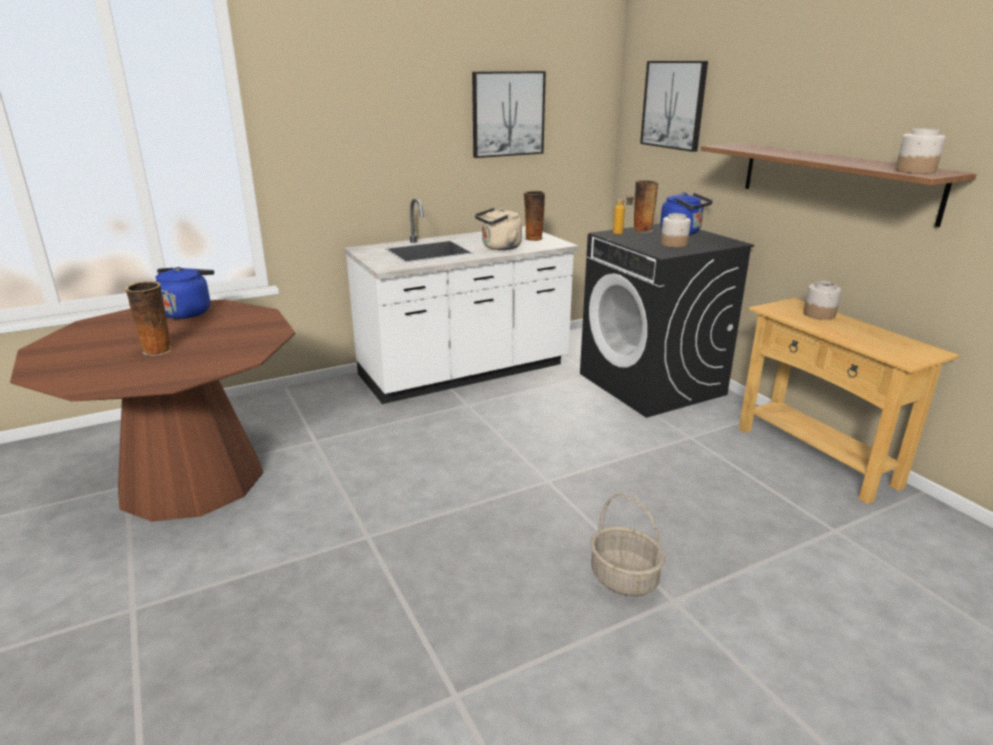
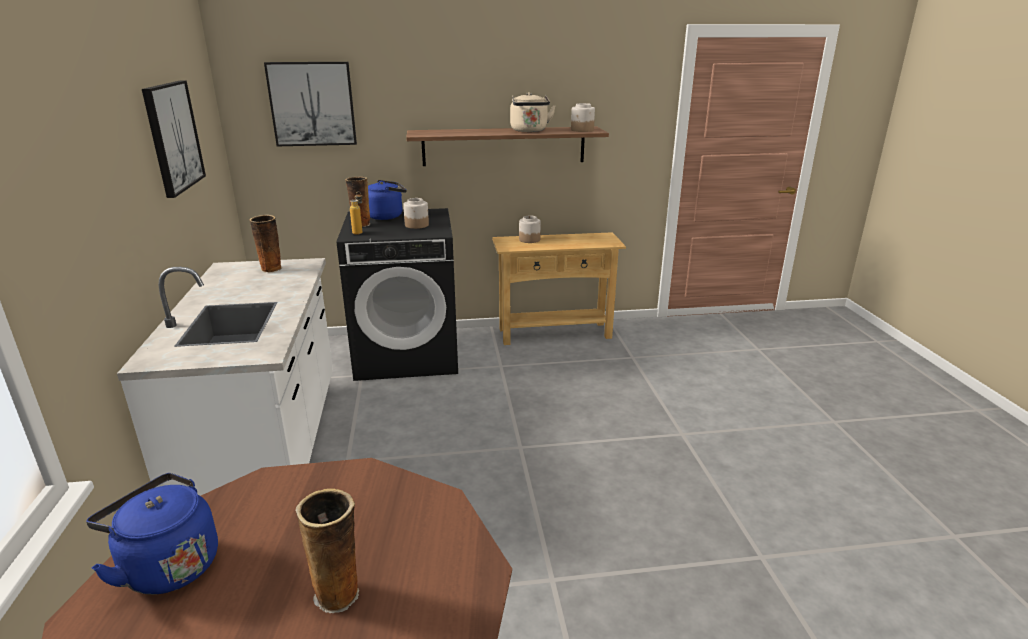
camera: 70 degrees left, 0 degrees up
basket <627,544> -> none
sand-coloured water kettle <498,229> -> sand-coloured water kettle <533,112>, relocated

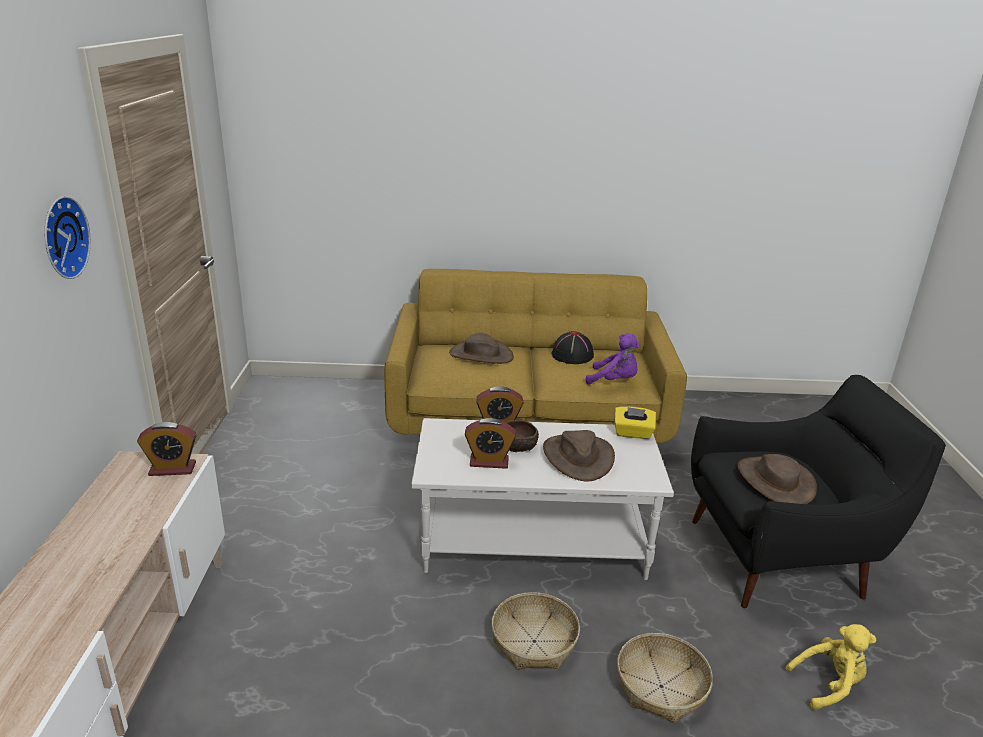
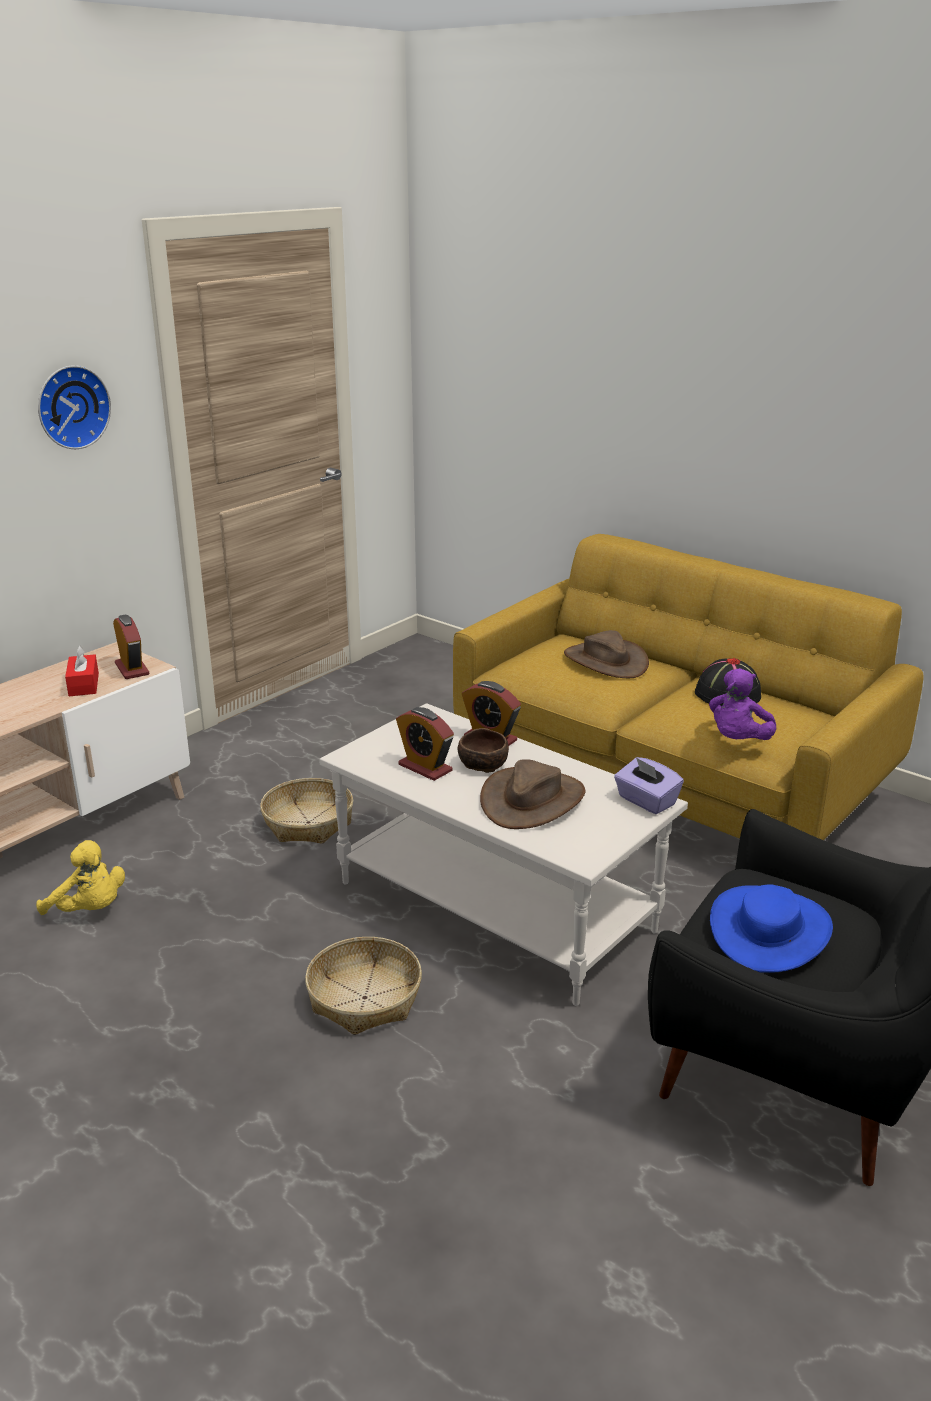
camera: 40 degrees right, 0 degrees up
none -> red tissue holder <82,671>
basket <665,678> -> basket <306,811>, relocated
yellowish cuddly toy <831,667> -> yellowish cuddly toy <80,877>, relocated
yellowish tissue holder <635,422> -> purple tissue holder <649,785>
brownish hat <777,479> -> blue-coloured hat <771,928>
bedside clock <167,449> -> bedside clock <131,647>, 150 degrees counterclockwise
purple cuddly toy <613,359> -> purple cuddly toy <742,704>, 60 degrees clockwise

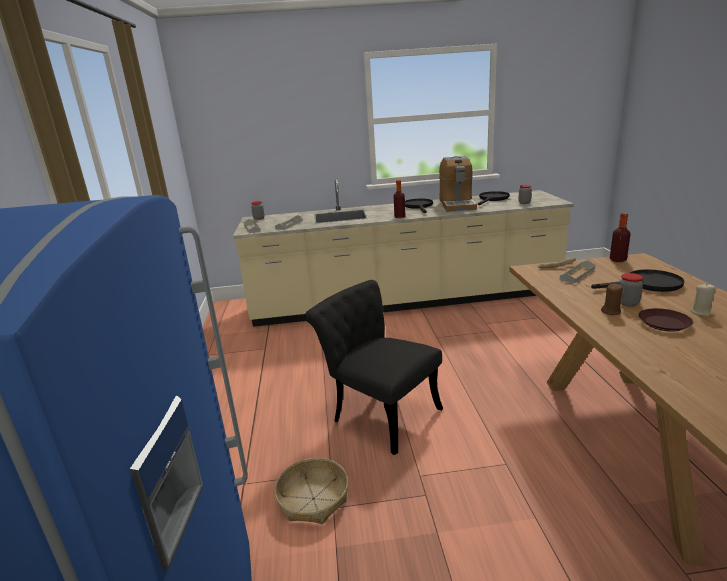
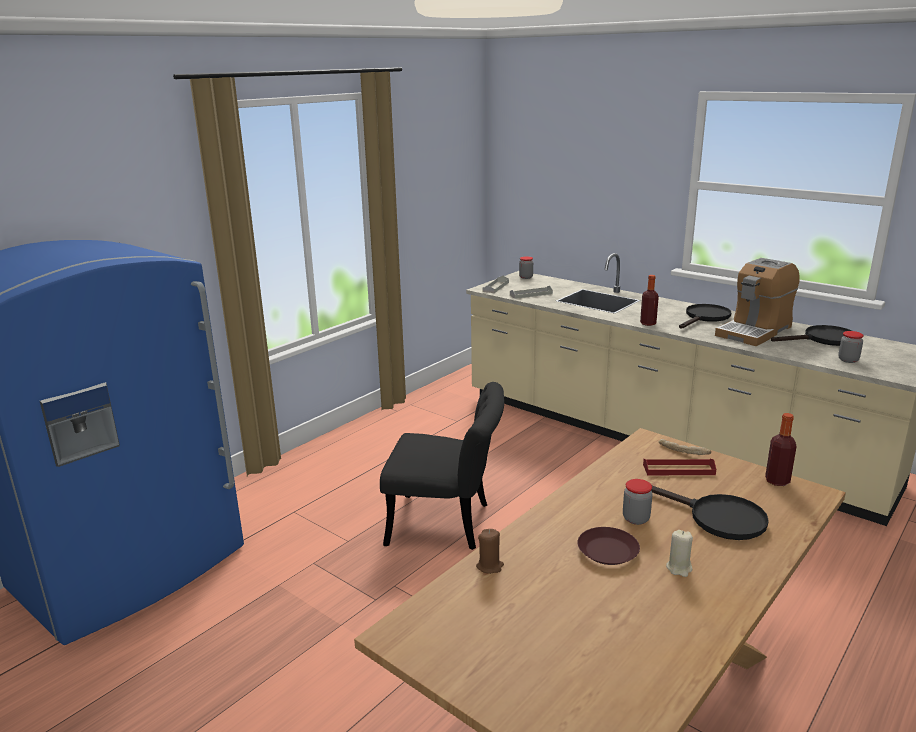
camera: 45 degrees right, 0 degrees up
basket <311,491> -> none
brownish wax light <612,299> -> brownish wax light <490,551>, relocated
greyish serving tray <577,272> -> red serving tray <679,467>
black chair <374,367> -> black chair <442,466>, 105 degrees clockwise

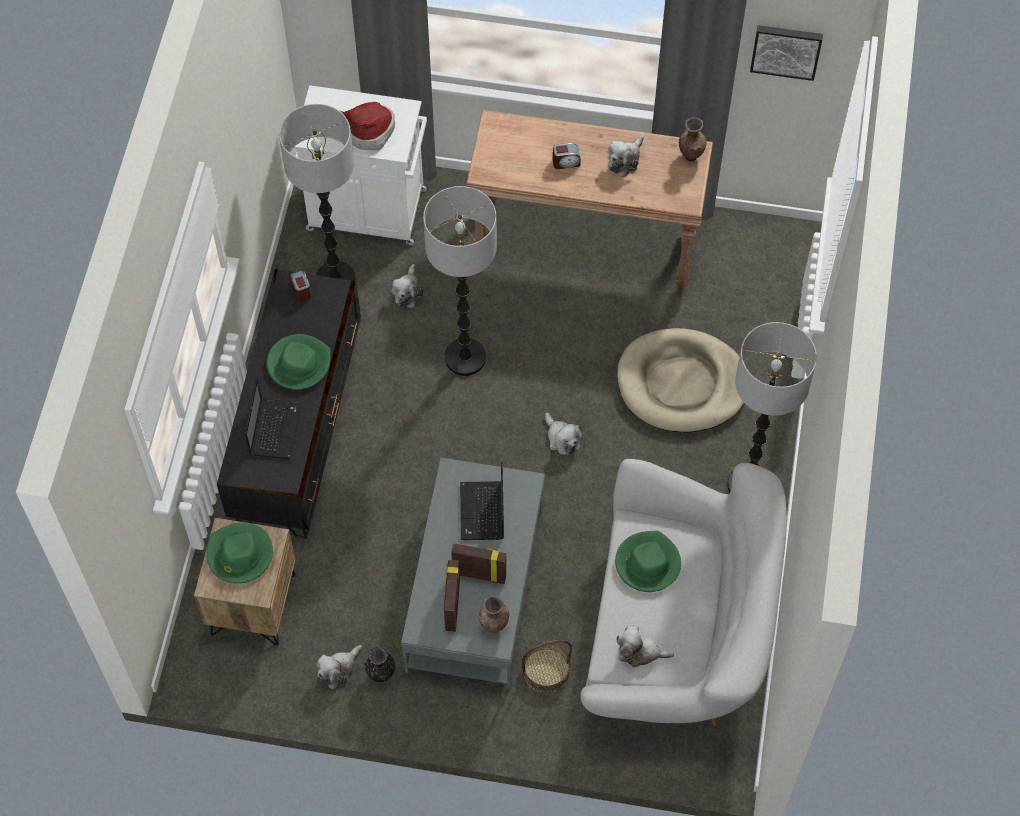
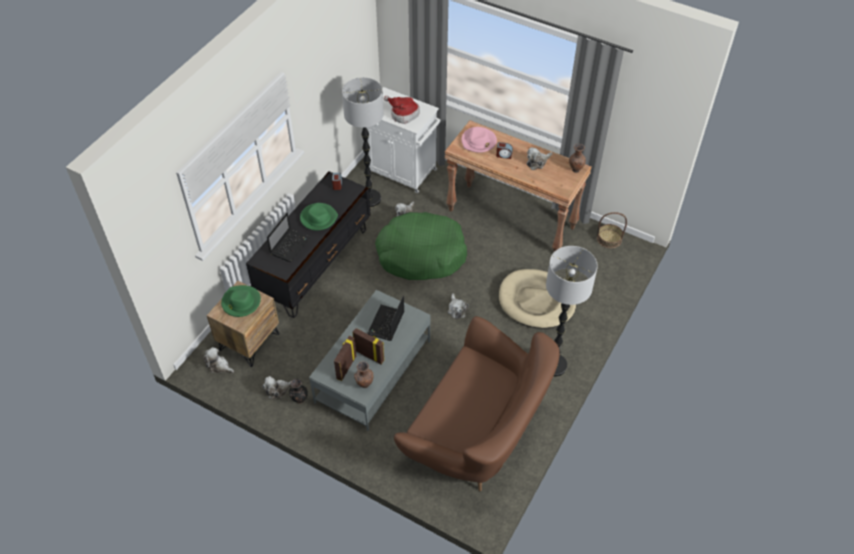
camera: 20 degrees right, 10 degrees down
green hat <648,561> -> none
wall picture <786,53> -> none
none -> pink-coloured hat <479,140>
basket <547,666> -> basket <612,230>, relocated
cuddly toy <645,647> -> cuddly toy <218,360>, relocated
standing lamp <460,281> -> green dog cushion <421,246>
white-coloured sofa <684,592> -> brownish sofa <477,403>

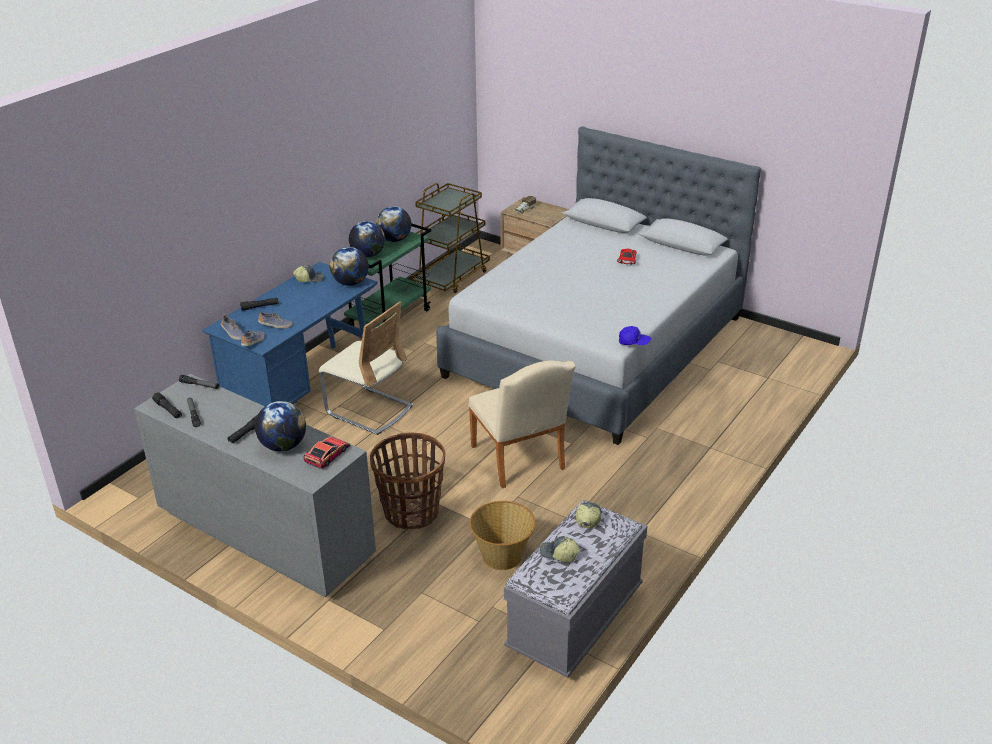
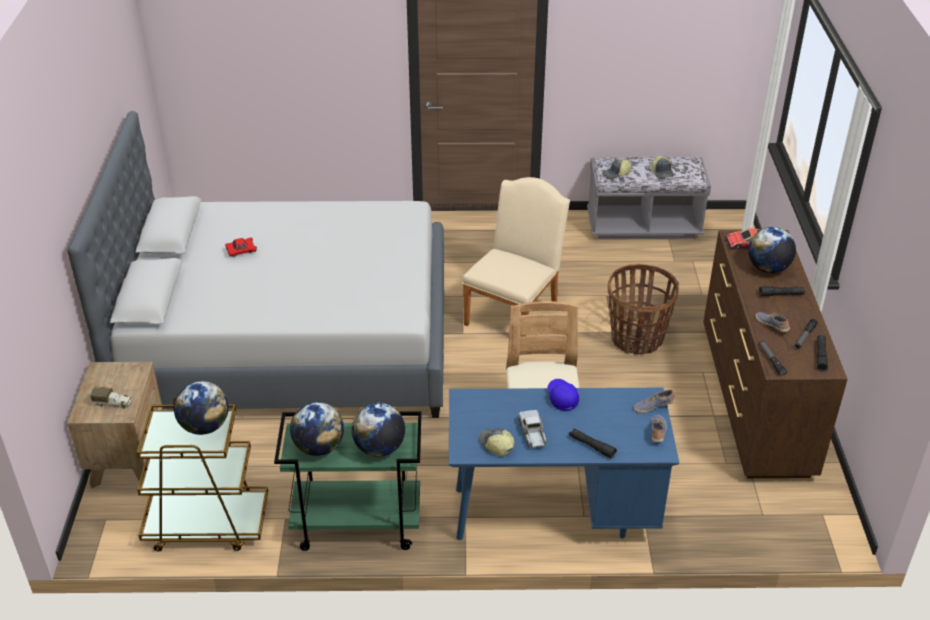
camera: 125 degrees left, 5 degrees up
basket <502,535> -> none
none -> toy truck <532,429>
low shoe <275,320> -> low shoe <772,322>, relocated
desk globe <349,266> -> desk globe <201,408>, relocated
blue-coloured cap <635,335> -> blue-coloured cap <563,395>, relocated
greyish drawer chest <255,485> -> brownish drawer chest <775,354>

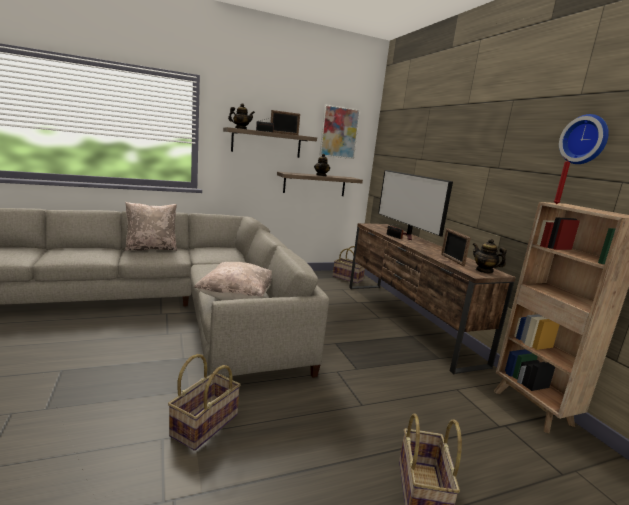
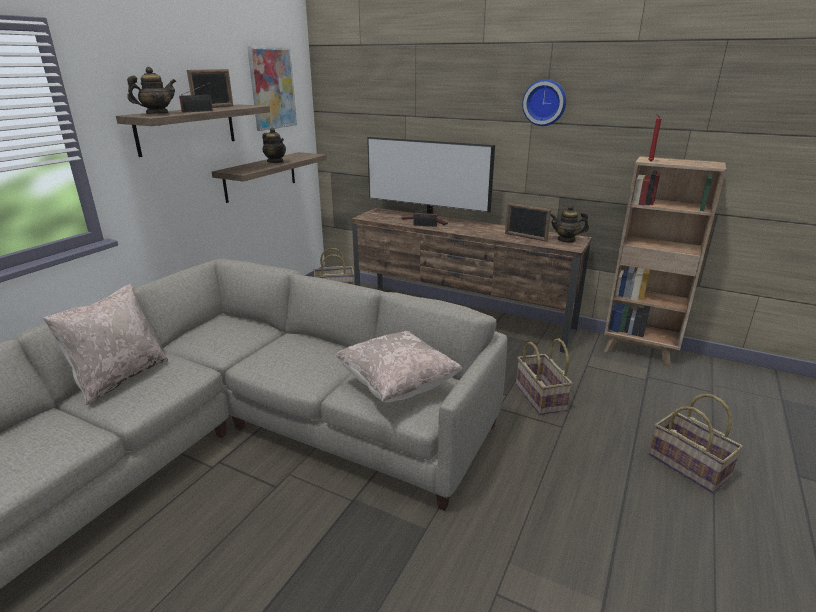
camera: 40 degrees left, 10 degrees up
basket <204,402> -> basket <544,376>, relocated
clock on the wall <584,139> -> clock on the wall <544,102>, relocated

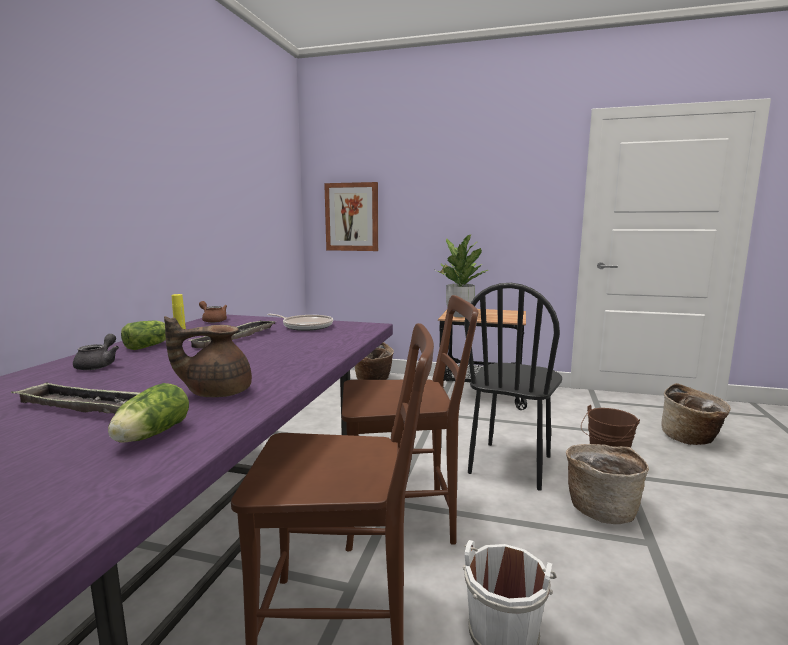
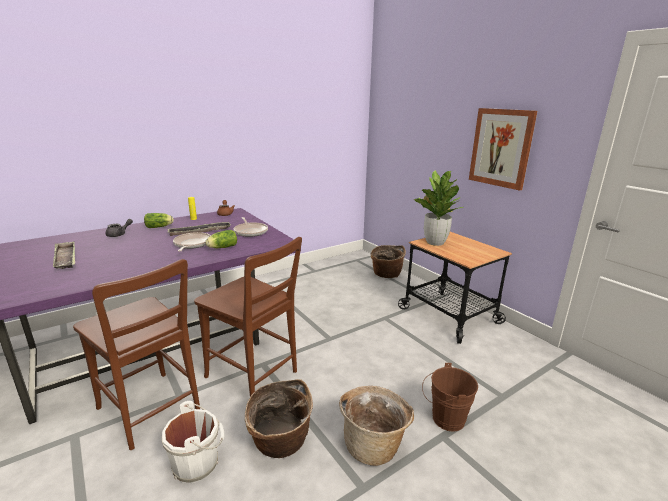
camera: 40 degrees right, 10 degrees up
brownish teapot <208,356> -> none
black chair <513,387> -> none
none -> skillet <192,242>
lettuce head <148,413> -> lettuce head <221,239>, relocated
wall picture <351,216> -> wall picture <503,149>, relocated
basket <696,414> -> basket <279,418>, relocated

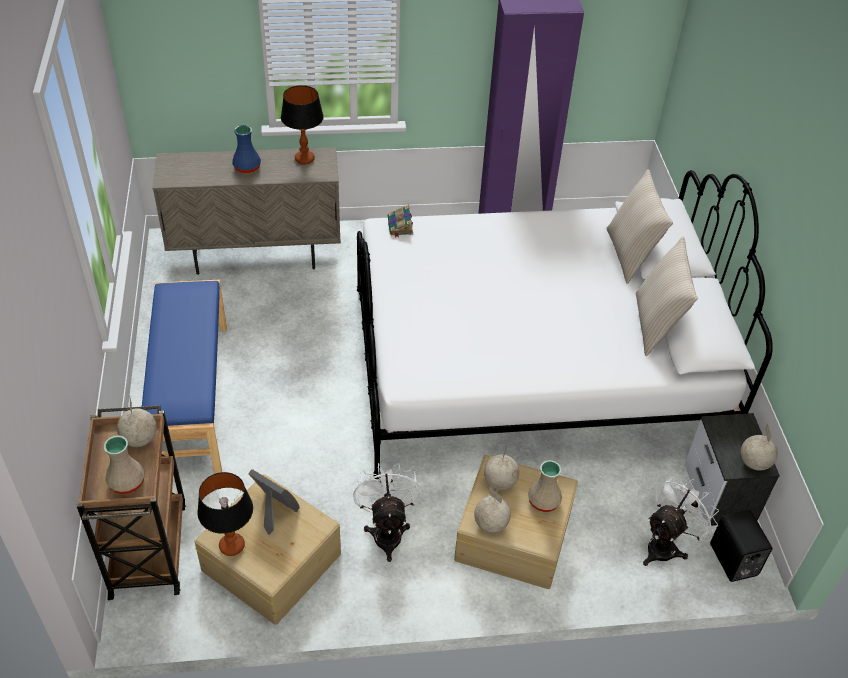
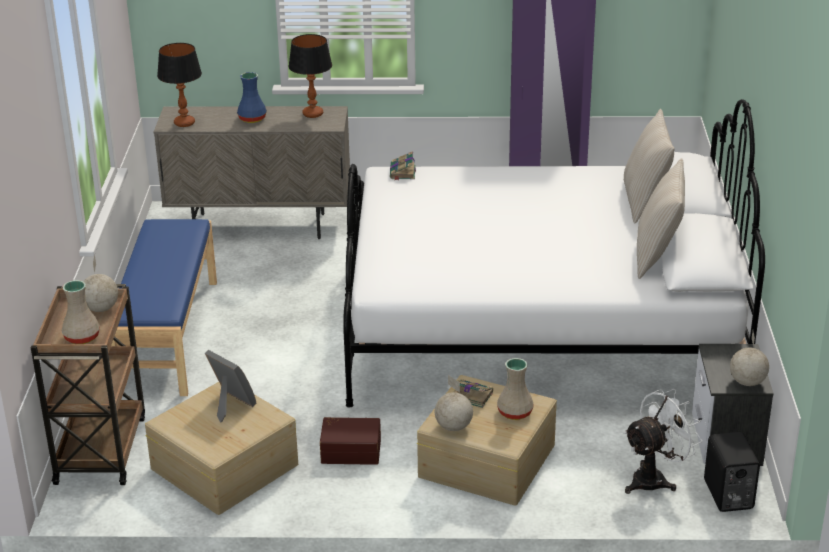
camera: 10 degrees right, 15 degrees down
table lamp <225,514> -> table lamp <179,85>, relocated
white-coloured electric fan <387,512> -> brownish storage container <350,441>
desk globe <501,467> -> bound book <473,393>

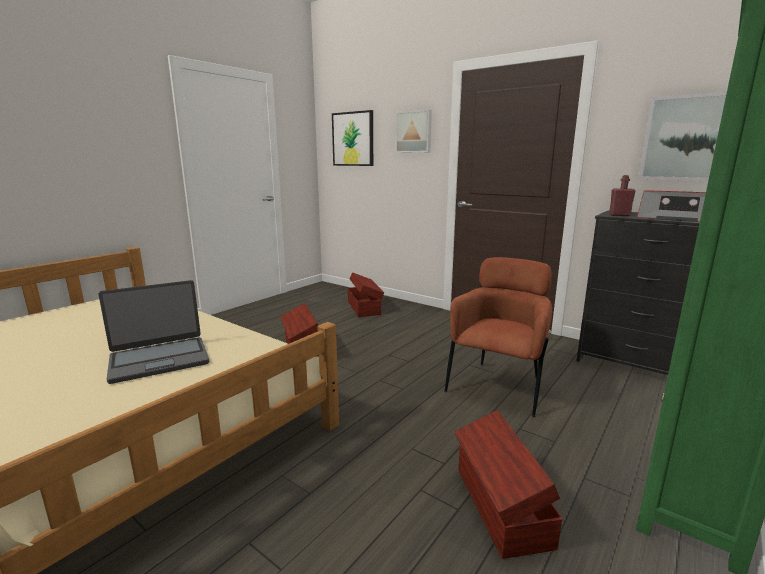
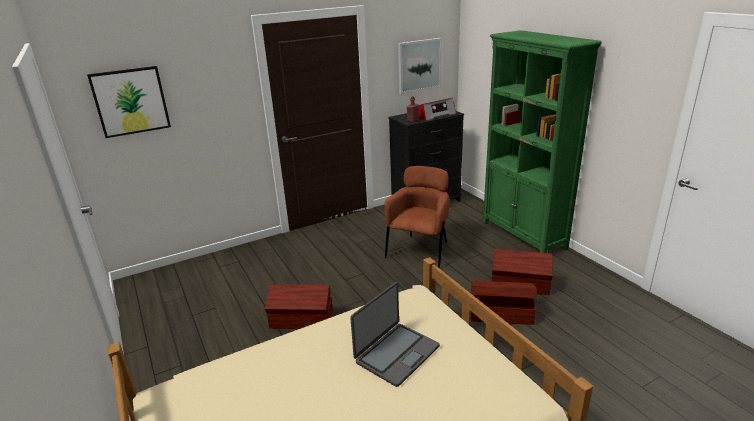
camera: 65 degrees left, 10 degrees up
wall picture <413,131> -> none
brownish storage container <366,294> -> brownish storage container <504,302>, relocated
portable computer <153,332> -> portable computer <395,334>, 45 degrees clockwise
brownish armchair <498,337> -> brownish armchair <417,217>, 60 degrees clockwise

